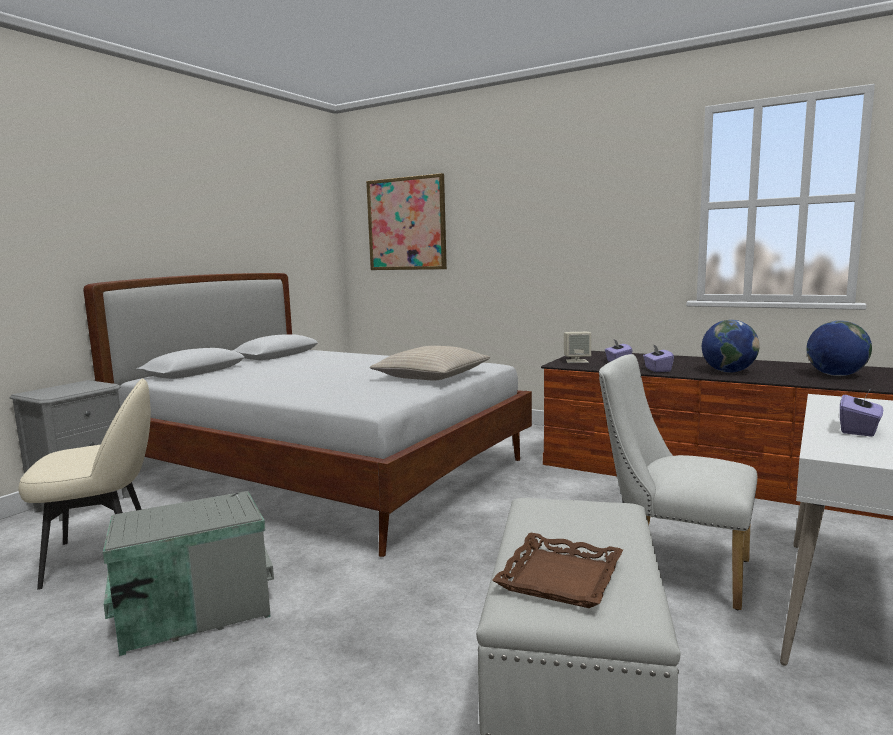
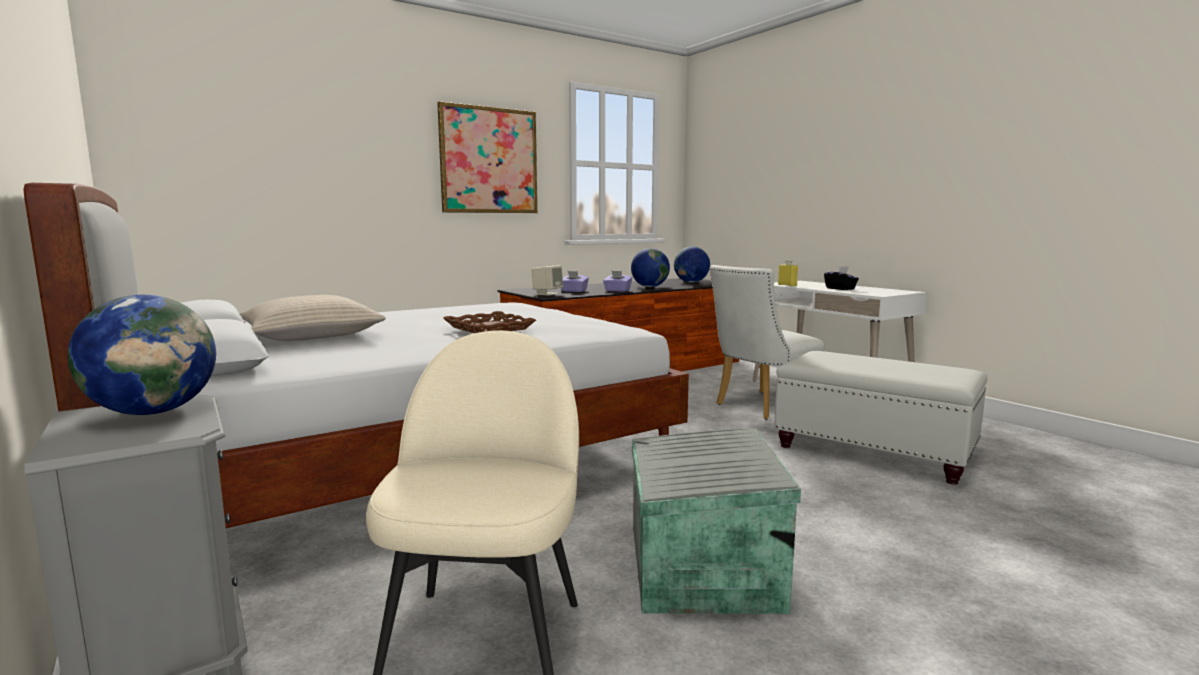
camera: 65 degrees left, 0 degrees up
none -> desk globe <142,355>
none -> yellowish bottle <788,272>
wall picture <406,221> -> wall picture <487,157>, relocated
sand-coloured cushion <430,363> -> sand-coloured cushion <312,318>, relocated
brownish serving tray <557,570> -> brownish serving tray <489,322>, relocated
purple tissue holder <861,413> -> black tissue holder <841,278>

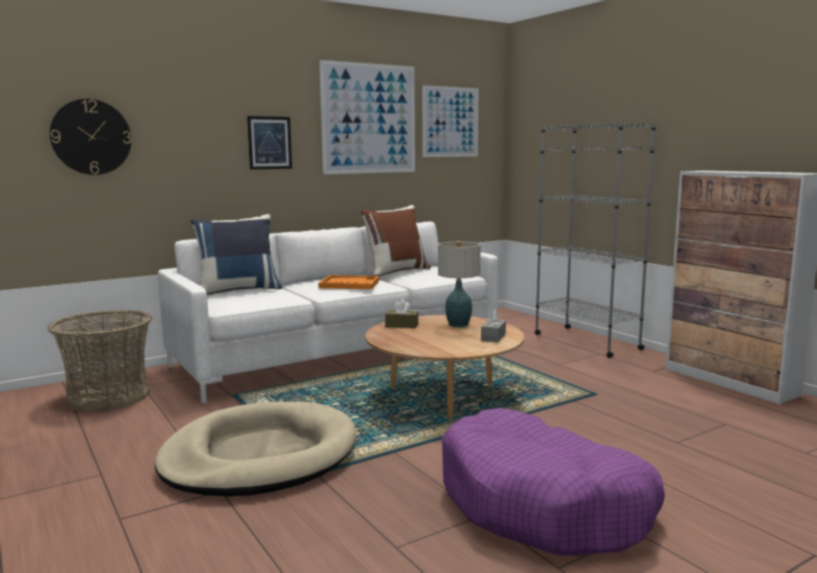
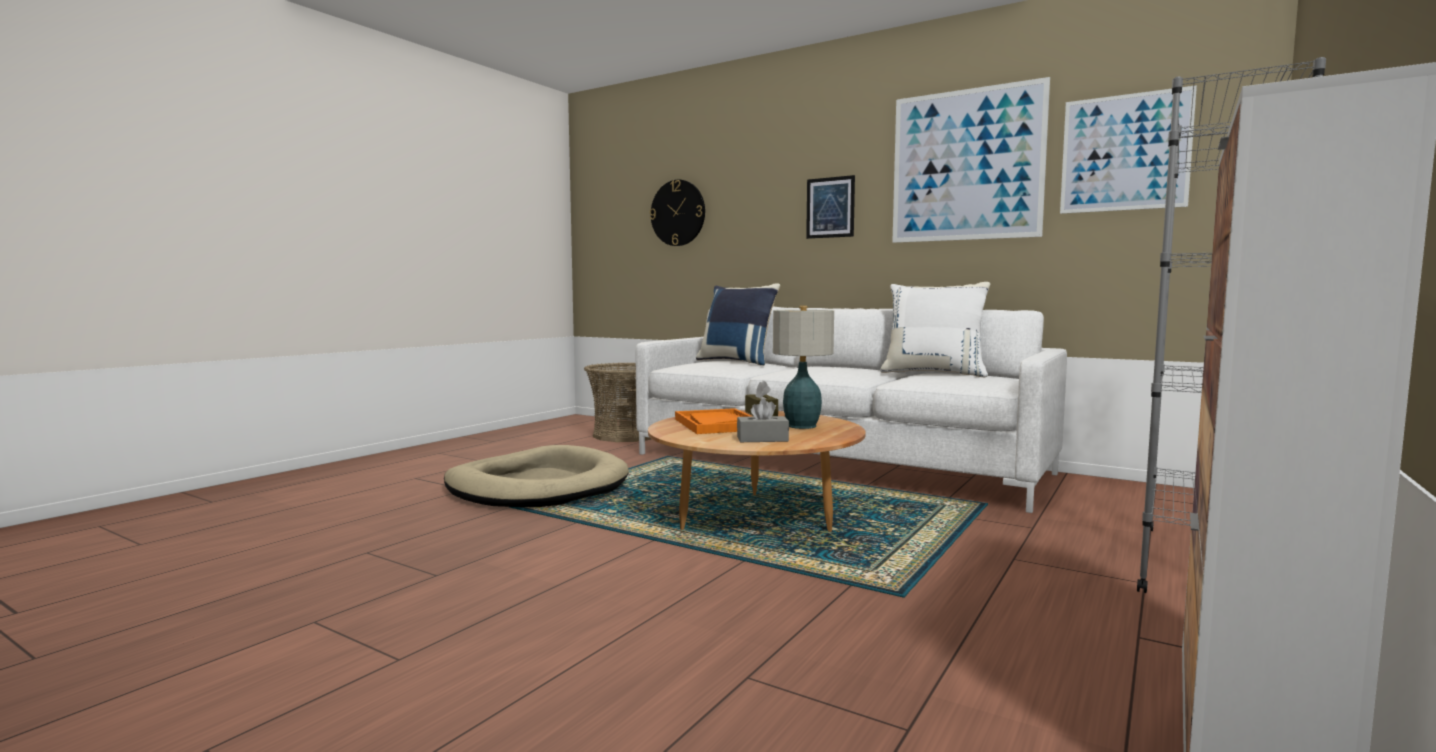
camera: 65 degrees right, 5 degrees down
purple dog cushion <553,482> -> none
orange serving tray <348,282> -> orange serving tray <714,421>, relocated
brownish cushion <395,241> -> white-coloured cushion <935,329>

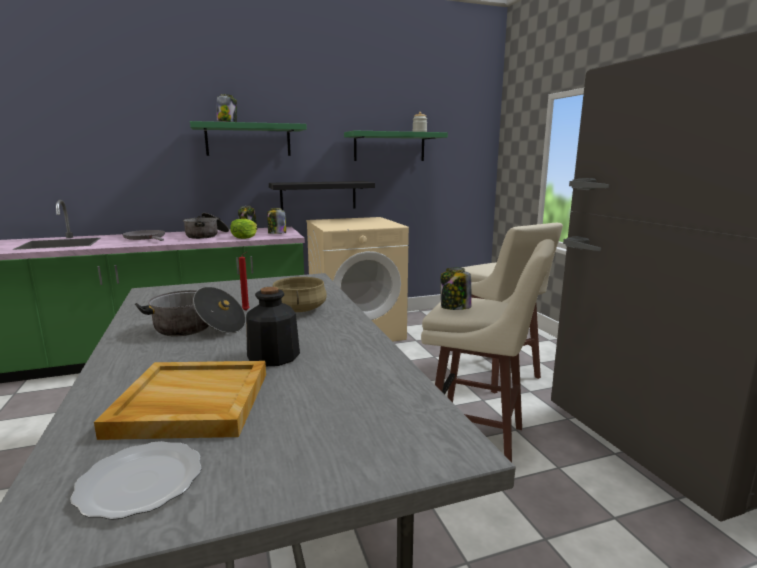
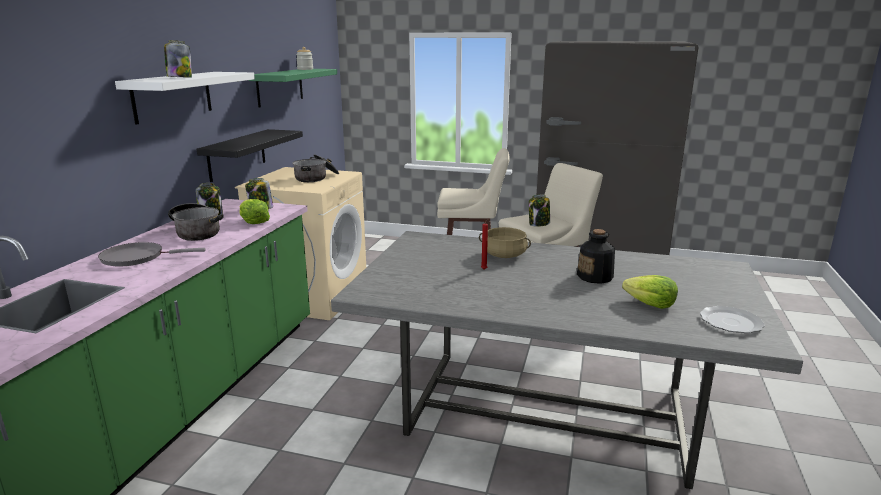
camera: 55 degrees left, 5 degrees up
saucepot <190,311> -> saucepot <316,168>, relocated
sand-coloured serving tray <180,400> -> lettuce head <650,292>
green wall shelf <248,138> -> white-coloured wall shelf <185,98>

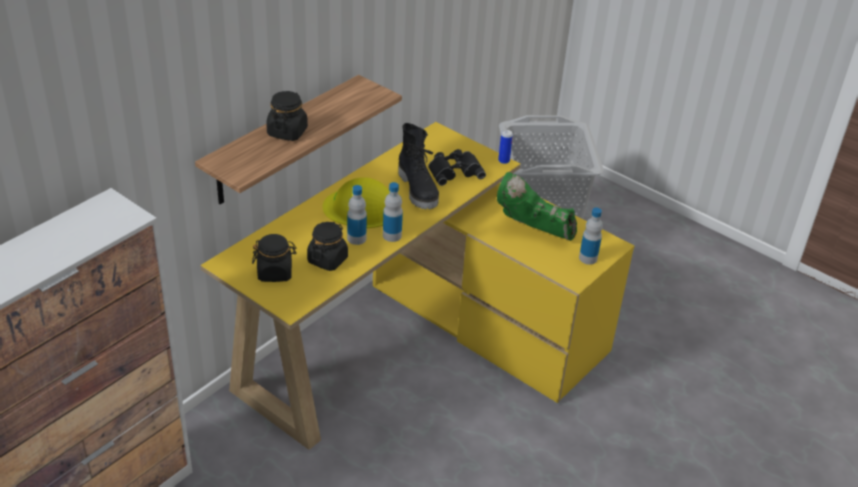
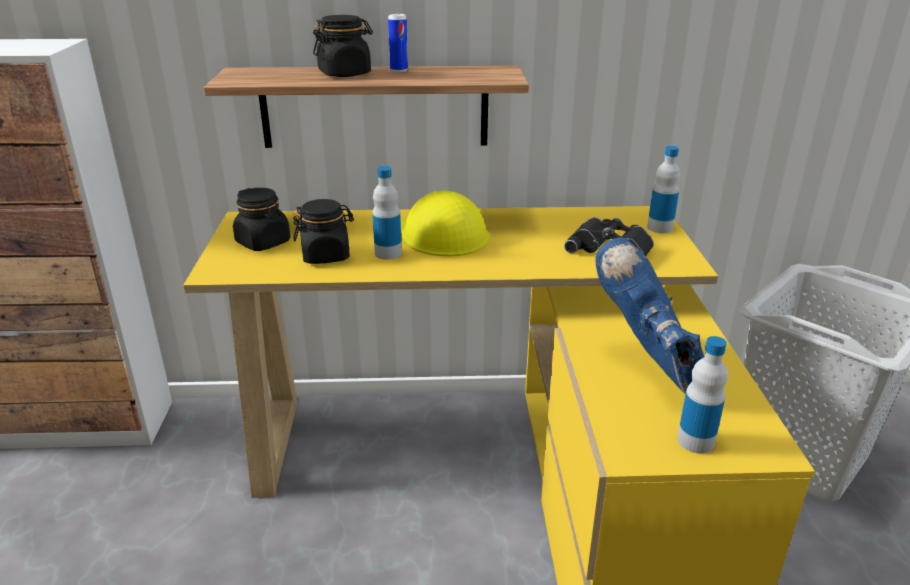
camera: 50 degrees right, 10 degrees down
black boot <418,166> -> none
bottle <393,212> -> bottle <663,189>, relocated
can <505,147> -> can <398,43>, relocated
green boot <537,206> -> blue-coloured boot <649,316>

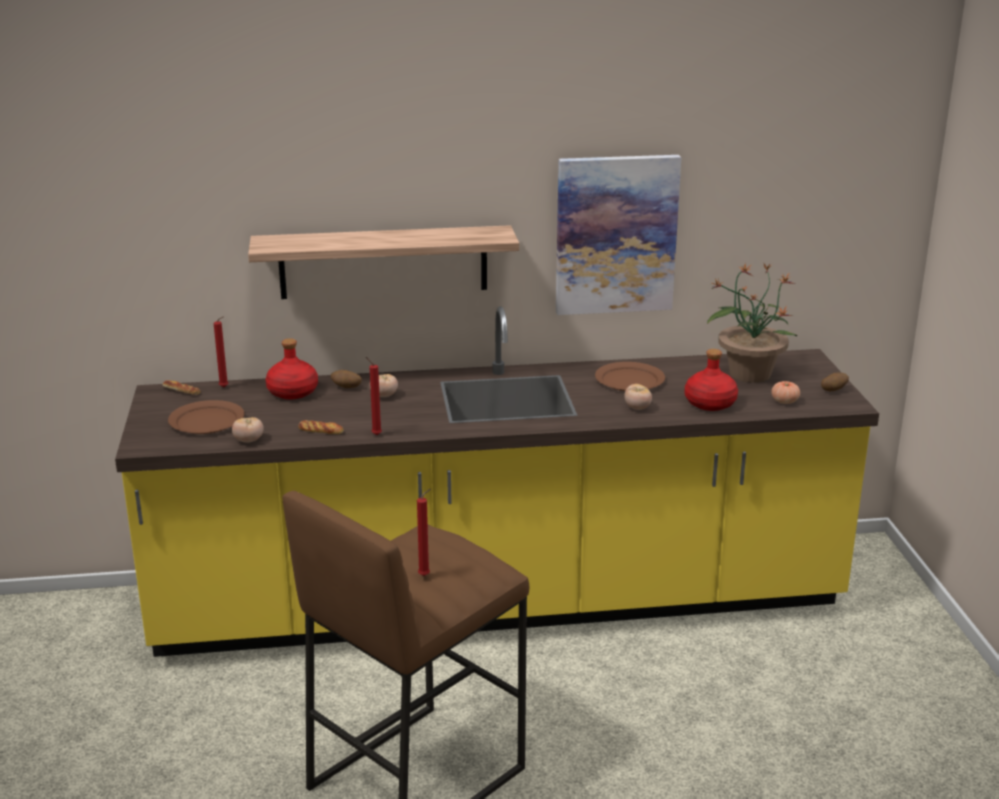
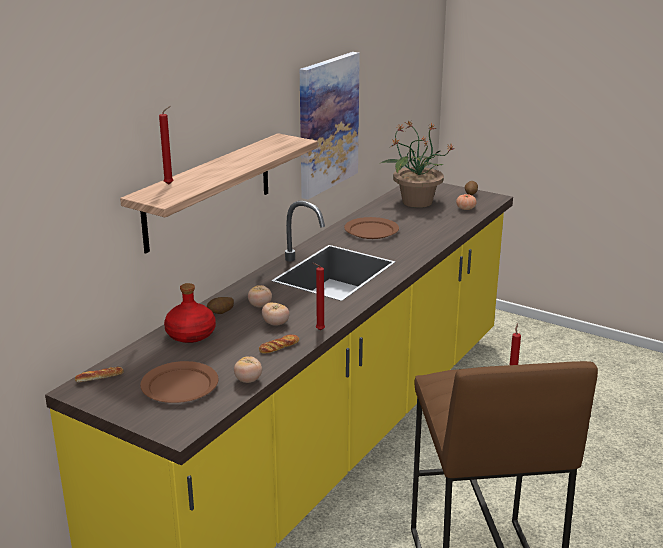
camera: 50 degrees left, 0 degrees up
red bottle <711,380> -> none
red wax light <221,351> -> red wax light <166,145>, relocated
tomato <638,397> -> tomato <276,314>, relocated

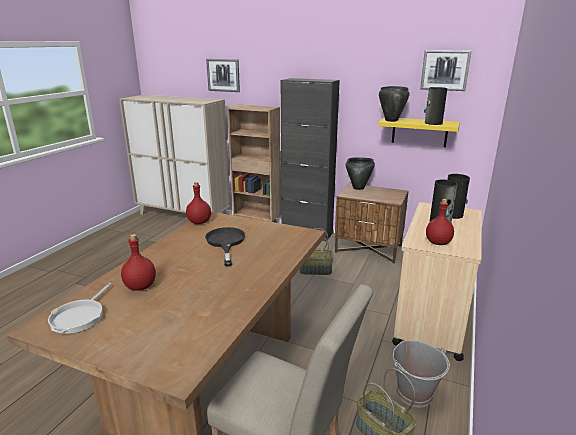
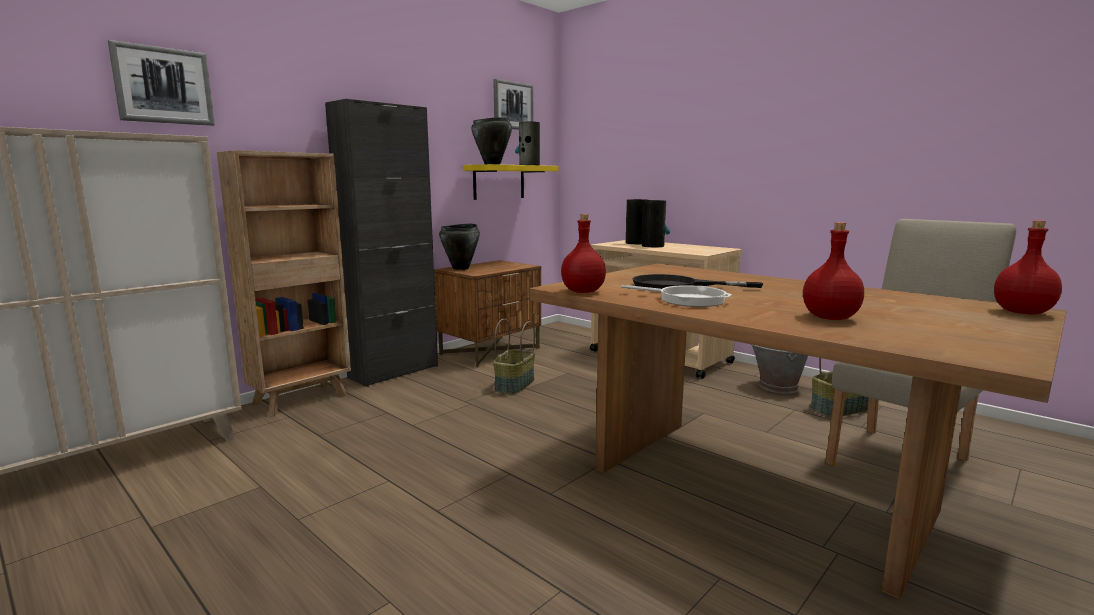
camera: 70 degrees left, 10 degrees down
skillet <80,308> -> skillet <676,296>, relocated
red bottle <440,222> -> red bottle <1028,267>, relocated

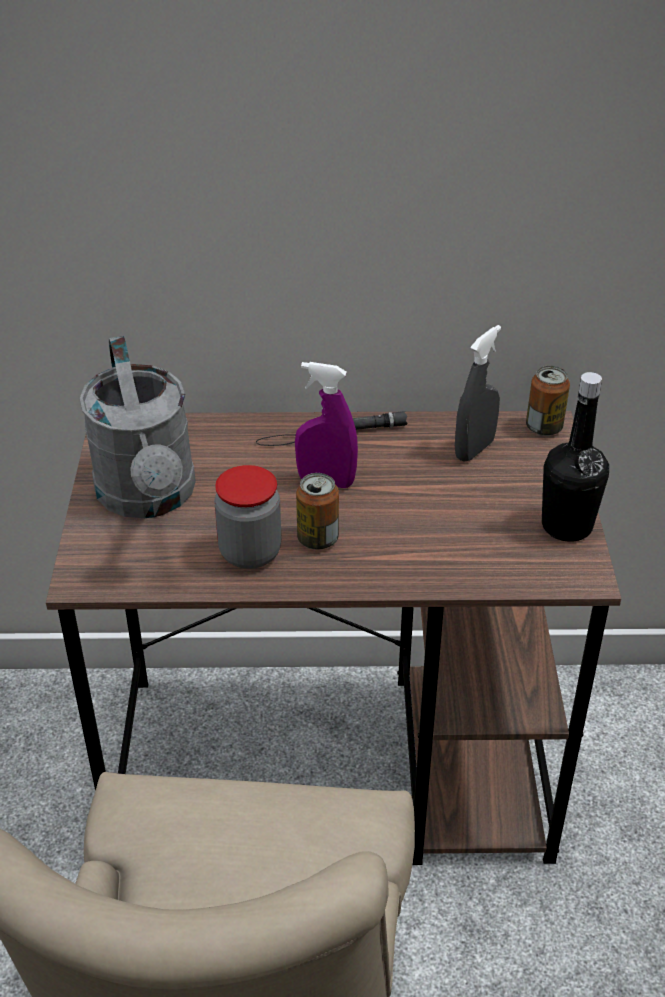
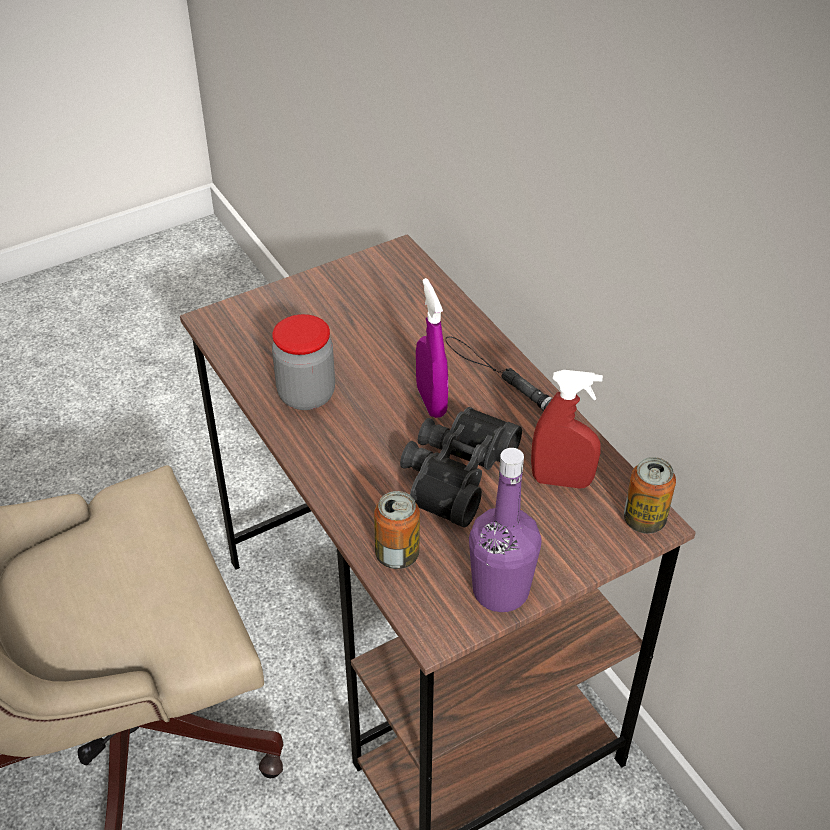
camera: 60 degrees right, 5 degrees up
greyish sprinkling can <137,427> -> none
none -> black pair of binoculars <461,467>
can <317,511> -> can <397,530>, relocated
greyish hand sprayer <478,393> -> red hand sprayer <567,429>
black bottle <575,457> -> purple bottle <505,530>

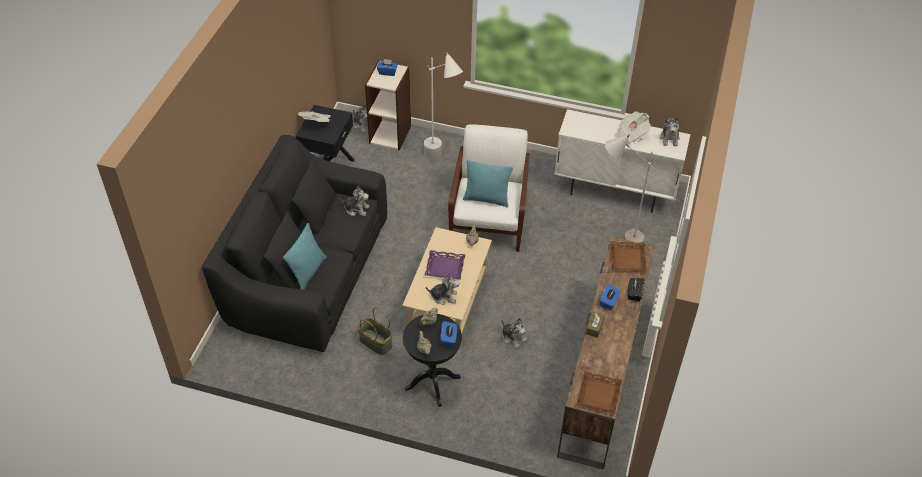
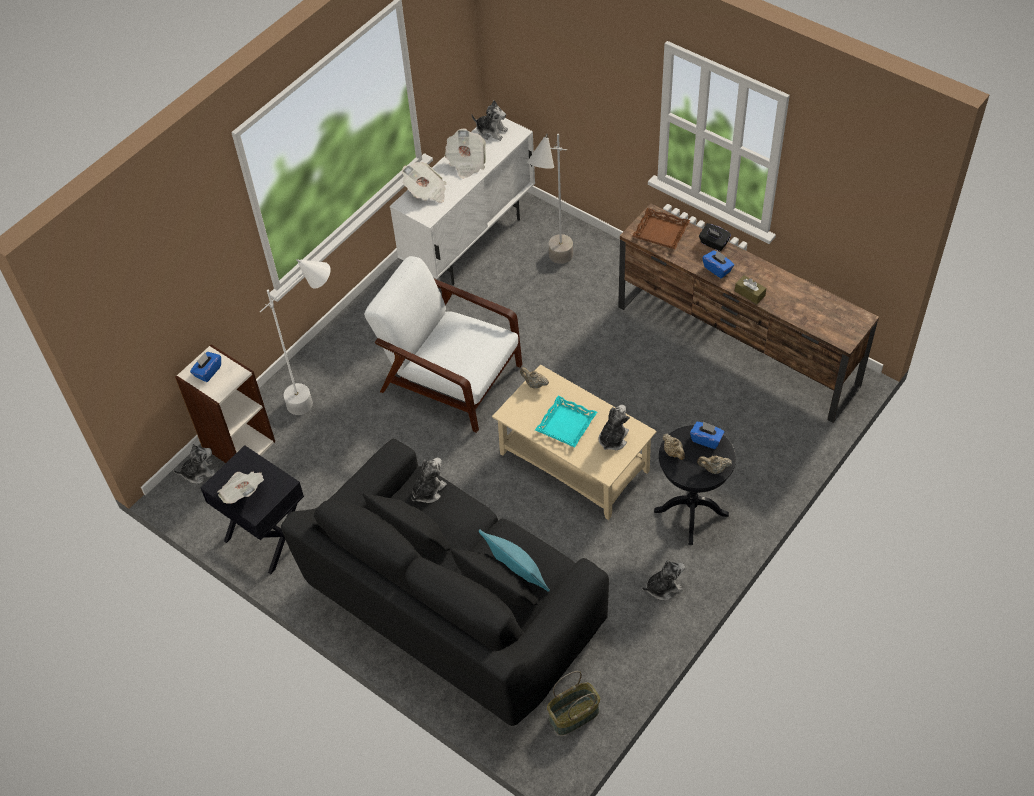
camera: 65 degrees left, 5 degrees up
blue-green cushion <488,183> -> none
brownish serving tray <599,392> -> none
none -> printed paper <424,182>
basket <375,331> -> basket <573,703>, relocated
cuddly toy <514,333> -> cuddly toy <663,580>, relocated
purple serving tray <445,265> -> blue-green serving tray <566,422>

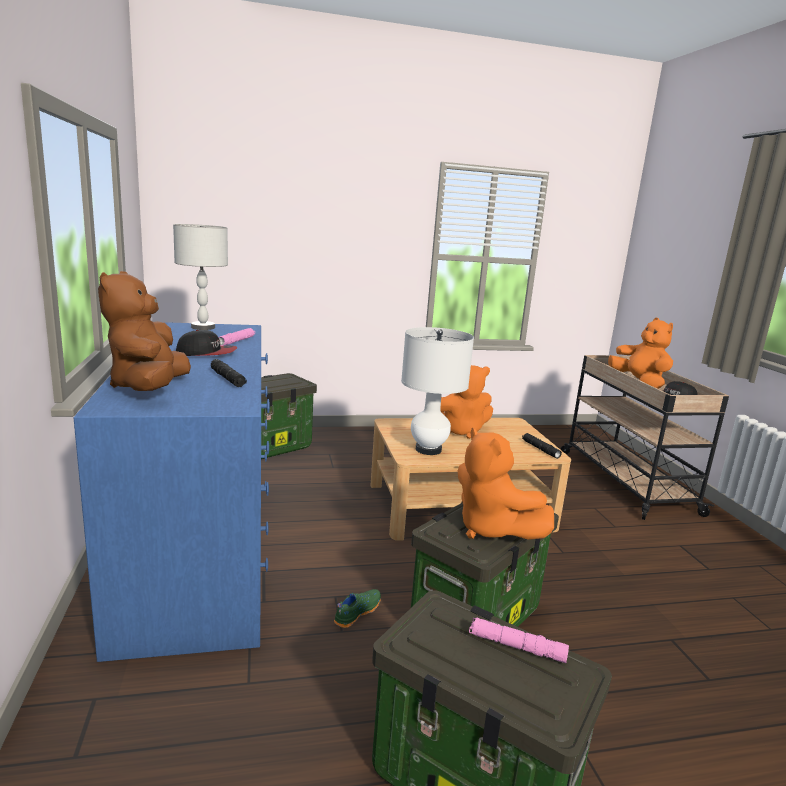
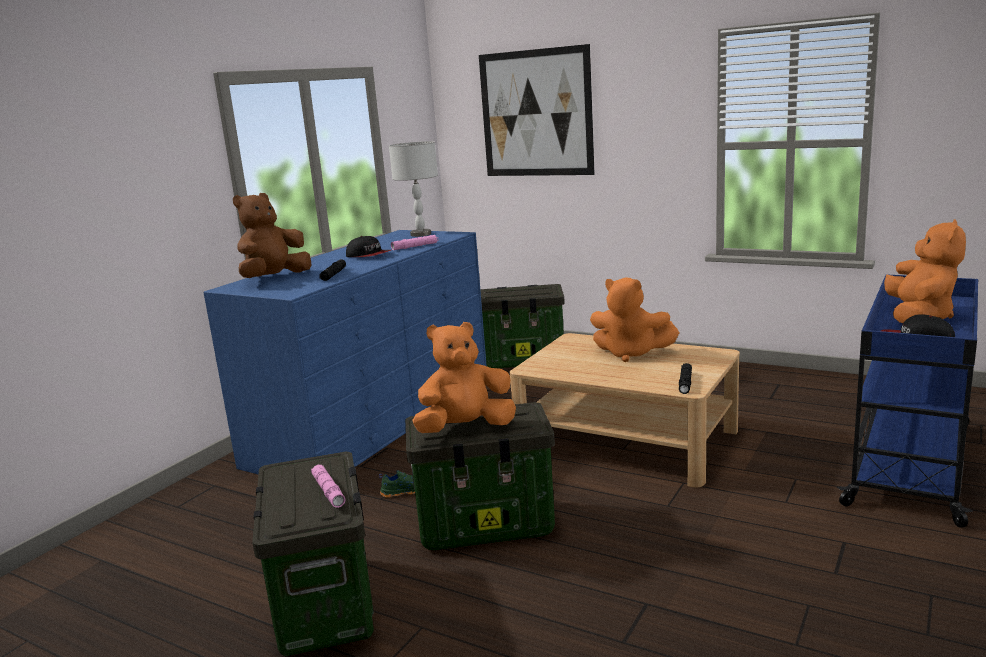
camera: 45 degrees right, 0 degrees up
white-coloured table lamp <437,391> -> none
none -> wall picture <537,110>
sand-coloured cart <645,437> -> blue-coloured cart <907,401>
orange cuddly toy <506,484> -> orange cuddly toy <464,377>, 60 degrees clockwise

